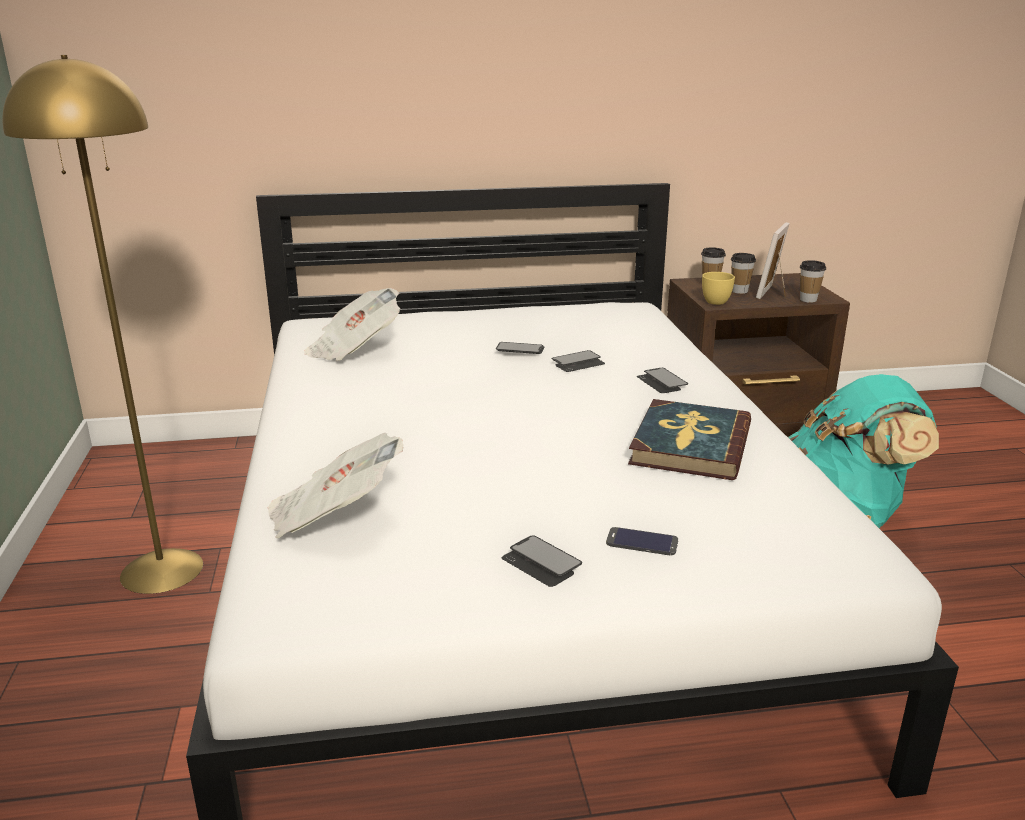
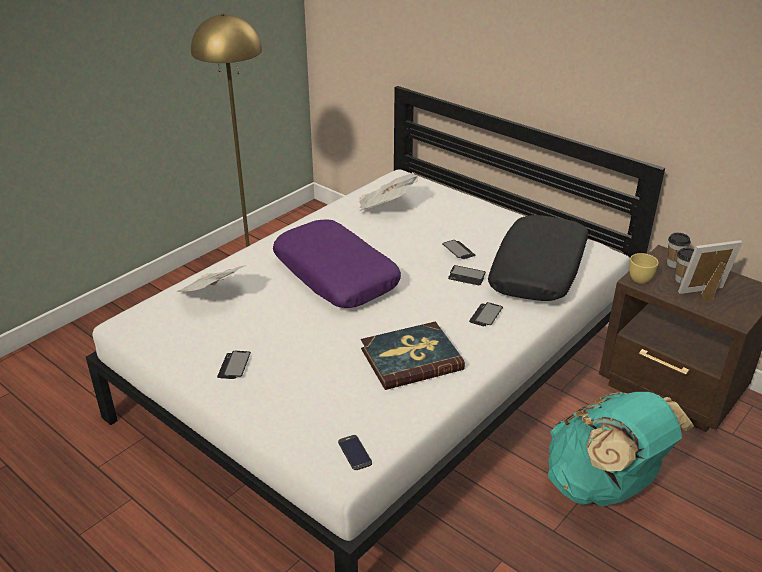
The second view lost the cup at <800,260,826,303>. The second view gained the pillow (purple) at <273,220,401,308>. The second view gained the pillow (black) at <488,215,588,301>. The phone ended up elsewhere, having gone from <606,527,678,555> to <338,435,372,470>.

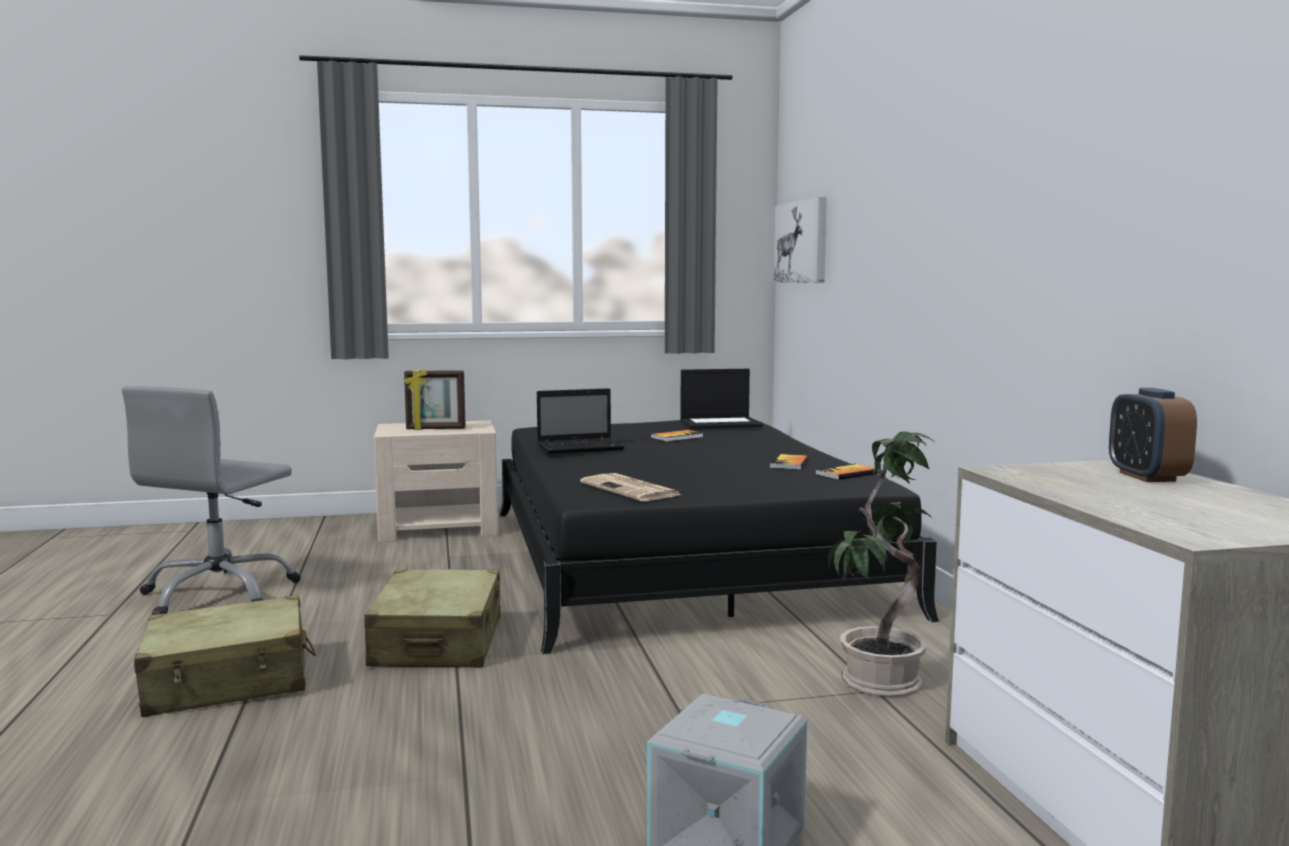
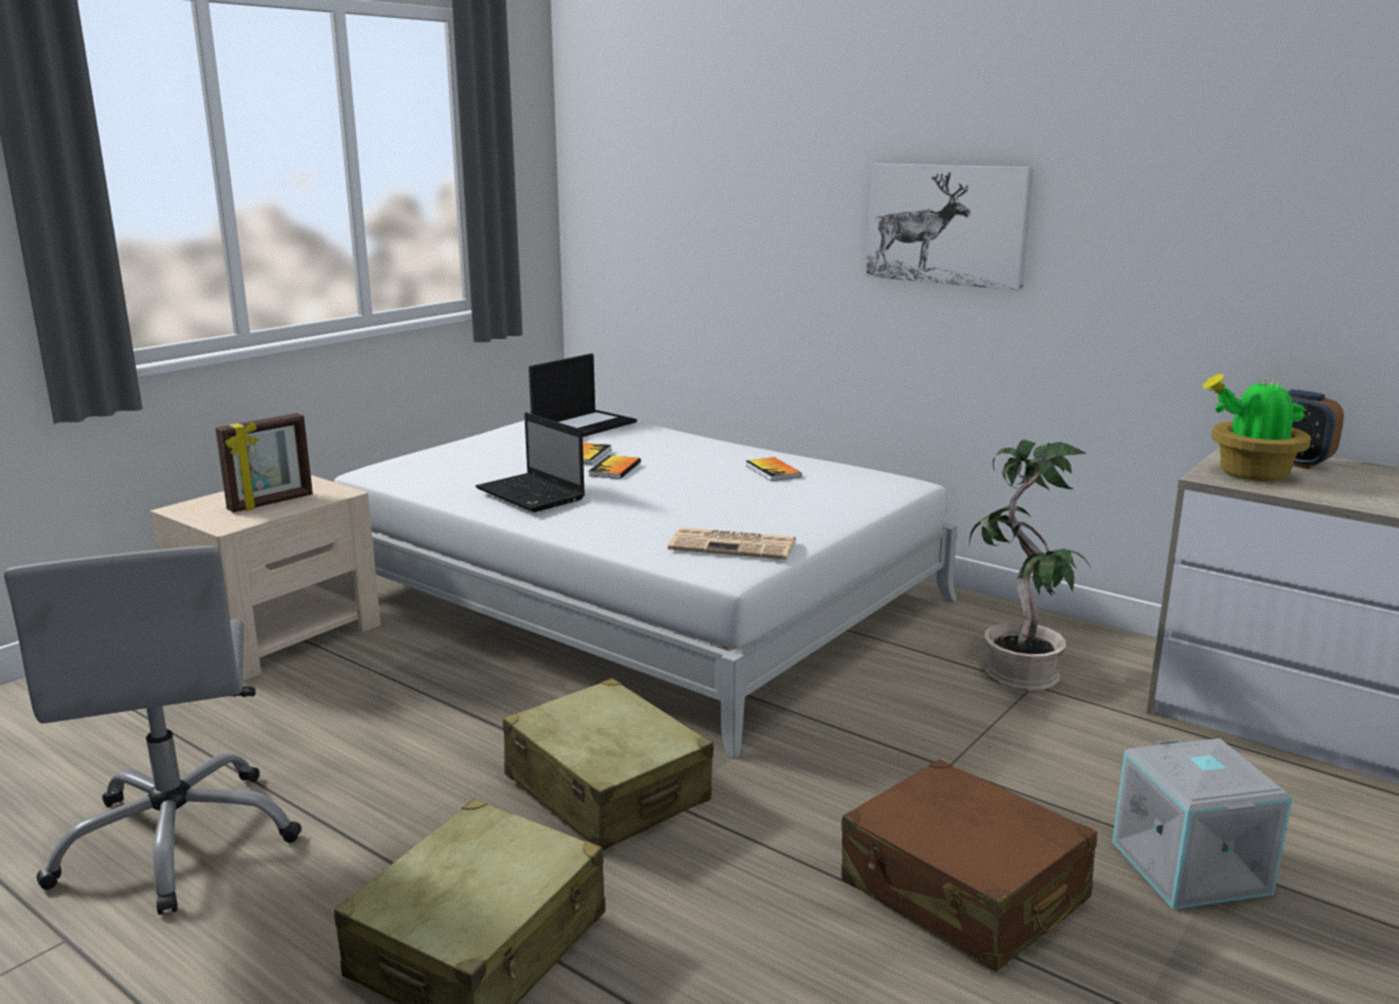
The second view gained the suitcase (brown) at <841,759,1097,972>. The second view gained the potted plant at <1203,374,1311,481>. The picture ended up elsewhere, having gone from <774,197,827,283> to <866,163,1034,290>. The book ended up elsewhere, having gone from <815,464,878,480> to <589,455,641,479>. What was the bed (black) at <500,420,939,654> turned into the bed (white) at <334,420,957,759>. The laptop at <537,388,624,454> ended up facing another way, 105 degrees clockwise from before.

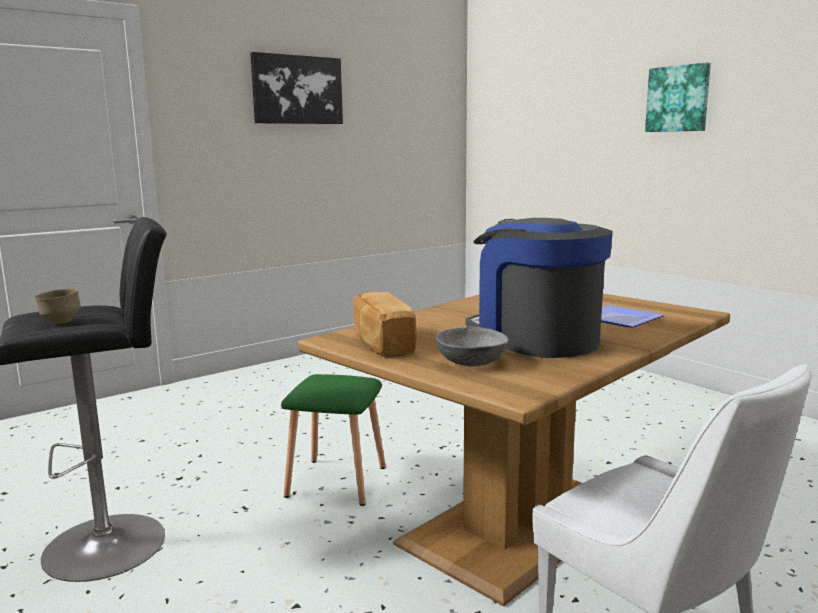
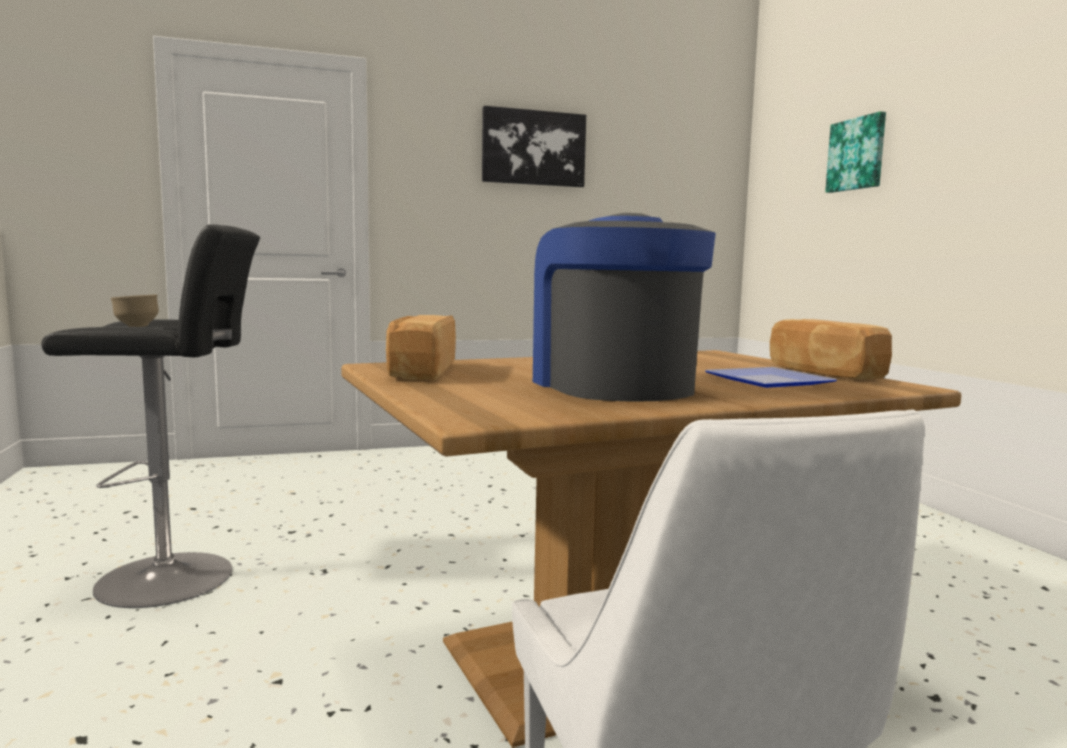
The second view lost the stool (green) at <281,374,386,506>. The second view lost the bowl (grey) at <436,327,509,366>. The second view gained the bread at <770,319,892,380>. The picture ended up elsewhere, having gone from <645,63,711,132> to <825,111,886,193>.

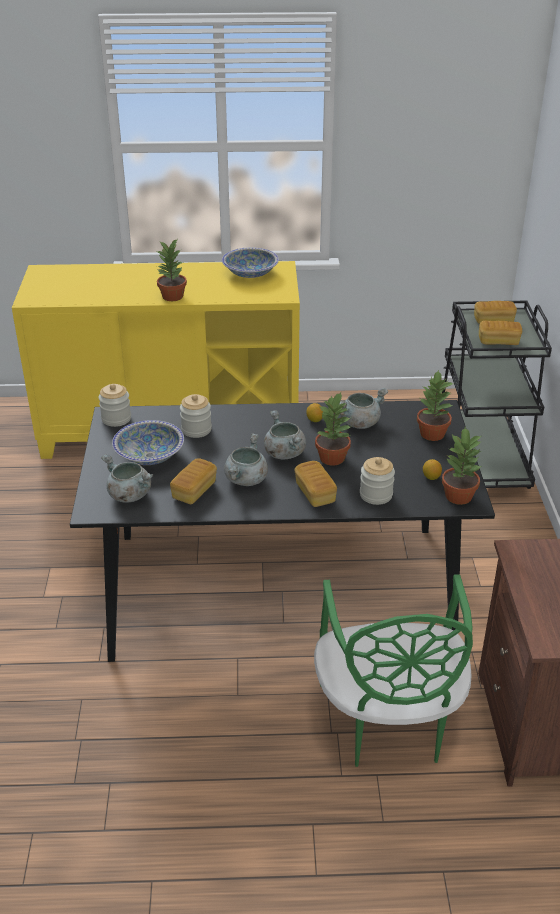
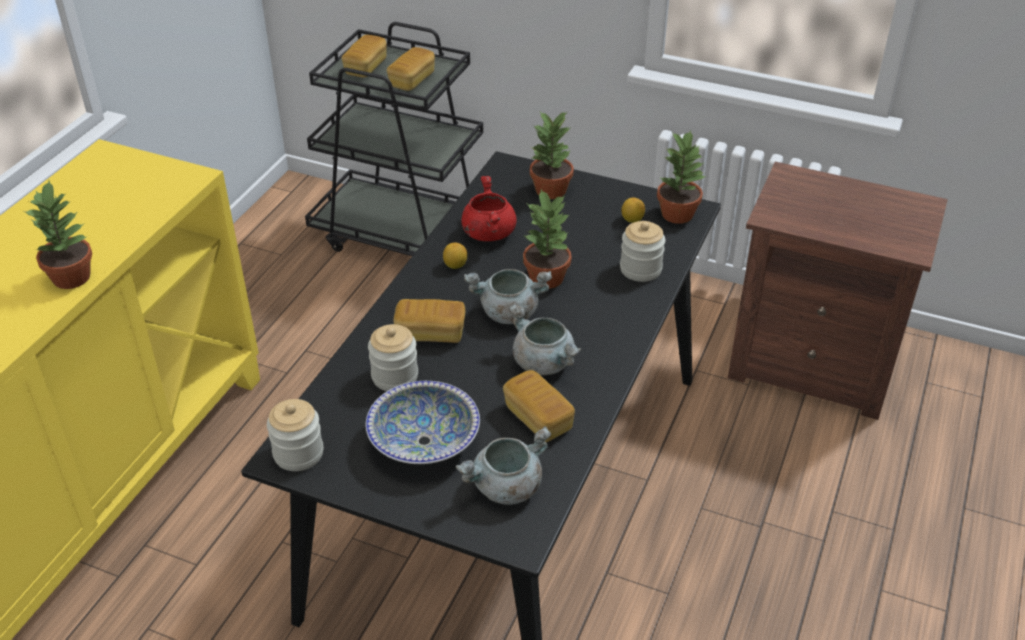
The second view lost the bowl at <222,247,279,278>. The second view lost the chair (green) at <314,574,473,767>. The bread ended up elsewhere, having gone from <295,461,337,507> to <394,299,465,343>. What was the cooking pot (grey) at <339,388,388,429> turned into the cooking pot (red) at <461,176,517,241>.

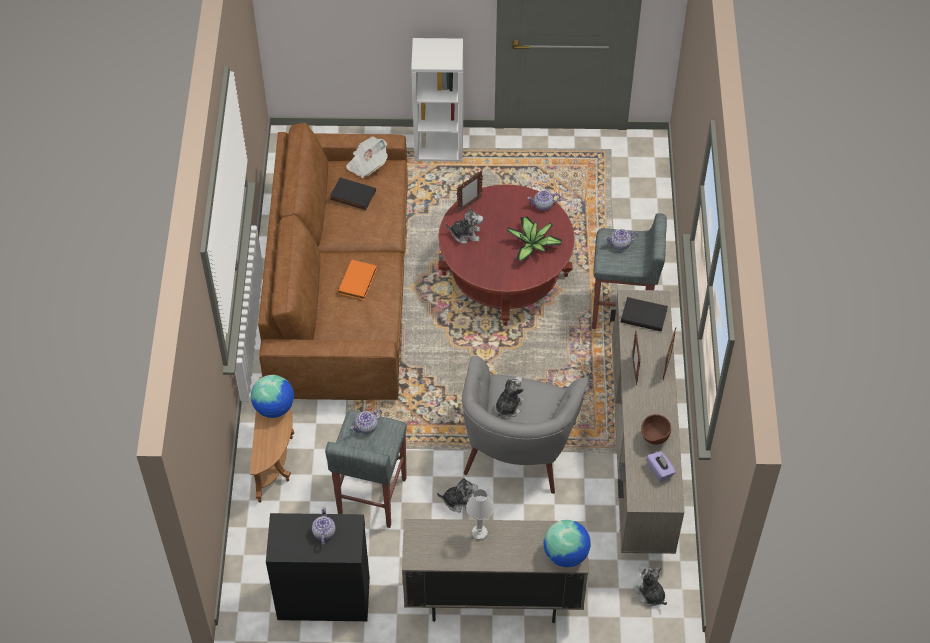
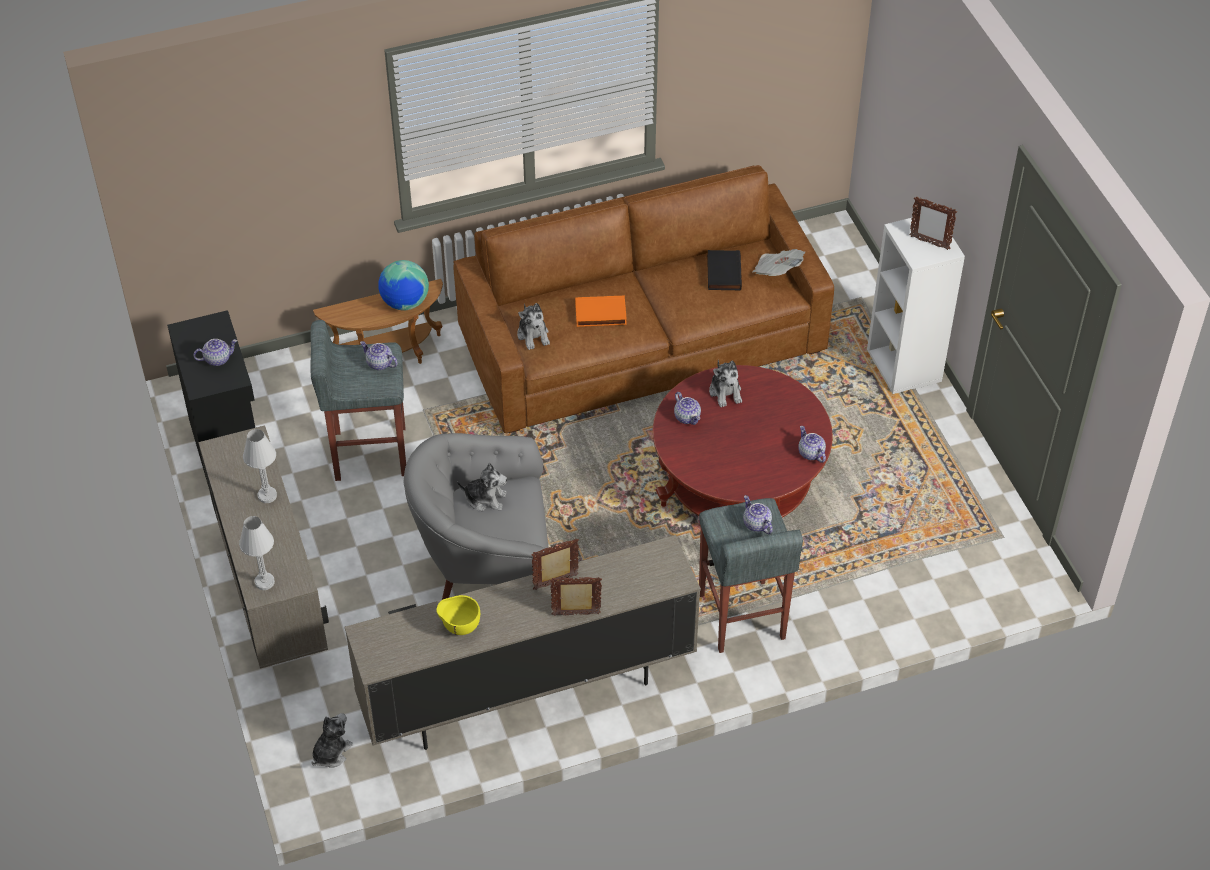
The second view lost the potted plant at <507,216,562,261>. The second view lost the book (black) at <621,297,668,332>. The second view lost the tissue box (purple) at <647,451,676,482>. The second view gained the teapot at <674,392,701,425>. The plush toy ended up elsewhere, having gone from <437,477,478,512> to <517,303,550,350>. The picture frame ended up elsewhere, having gone from <457,170,483,213> to <909,197,957,250>. Where the globe stood at <543,520,591,567>, the table lamp (white) came to stand at <239,516,275,590>. What was the bowl (brown) at <641,414,671,445> turned into the bowl (yellow) at <436,595,480,635>.

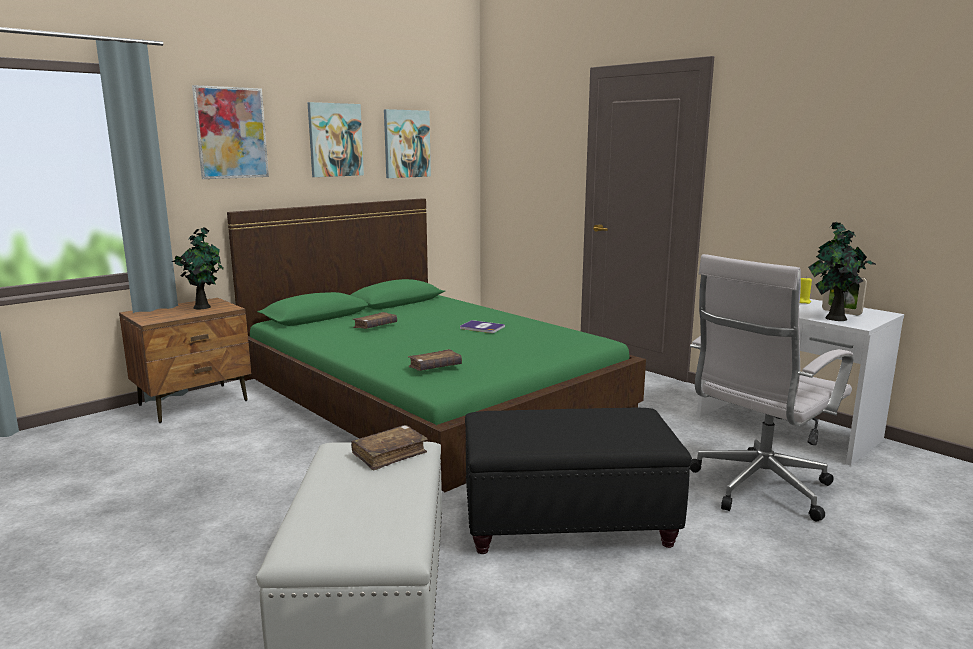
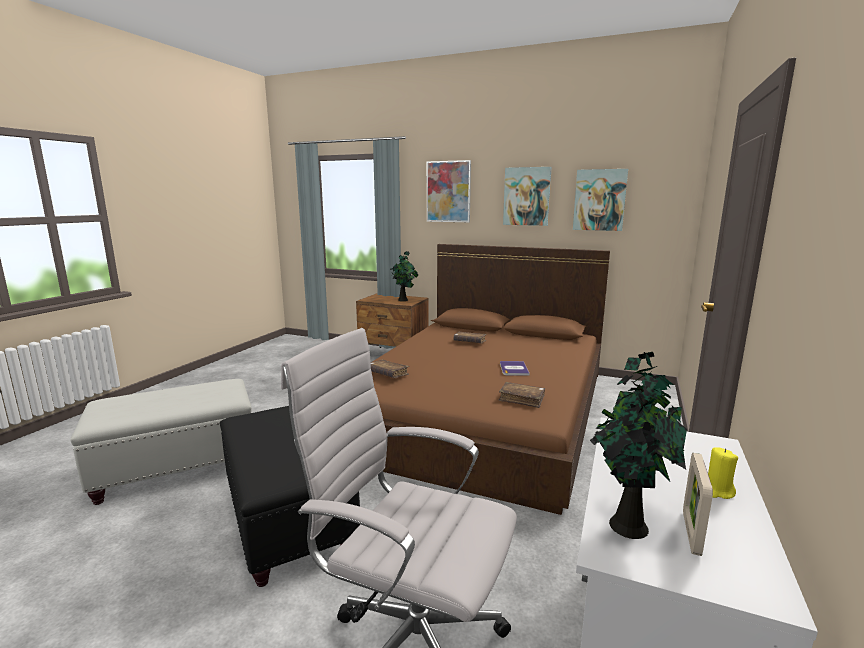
The book (brown) ended up elsewhere, having gone from <351,425,428,471> to <499,382,545,408>. What was the bed (green) at <227,198,646,492> turned into the bed (brown) at <372,244,610,515>.

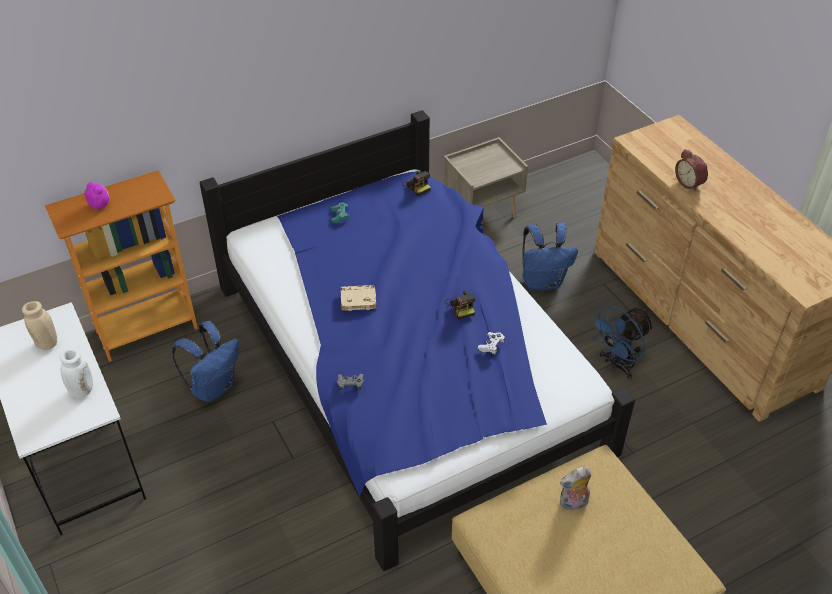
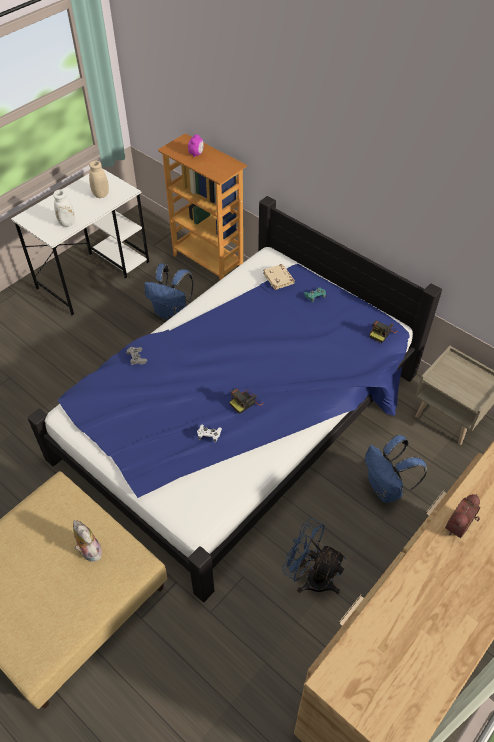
The book (beige) ended up elsewhere, having gone from <341,285,377,311> to <263,264,295,290>.

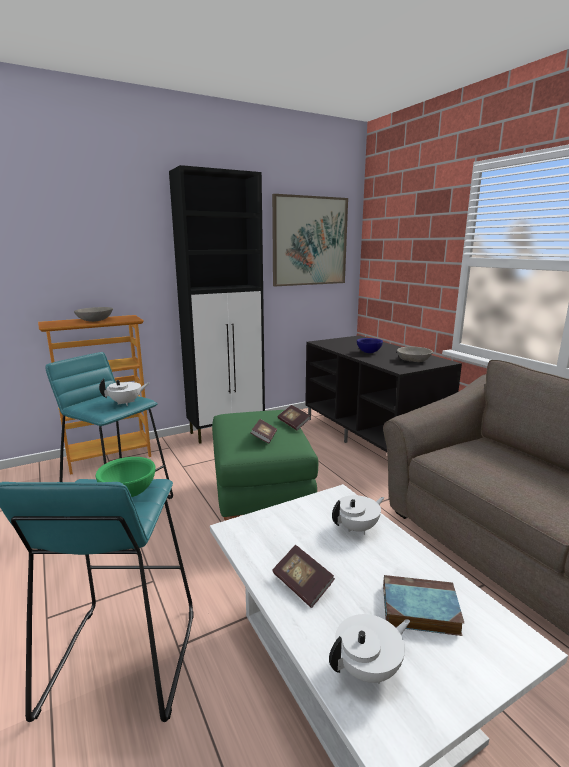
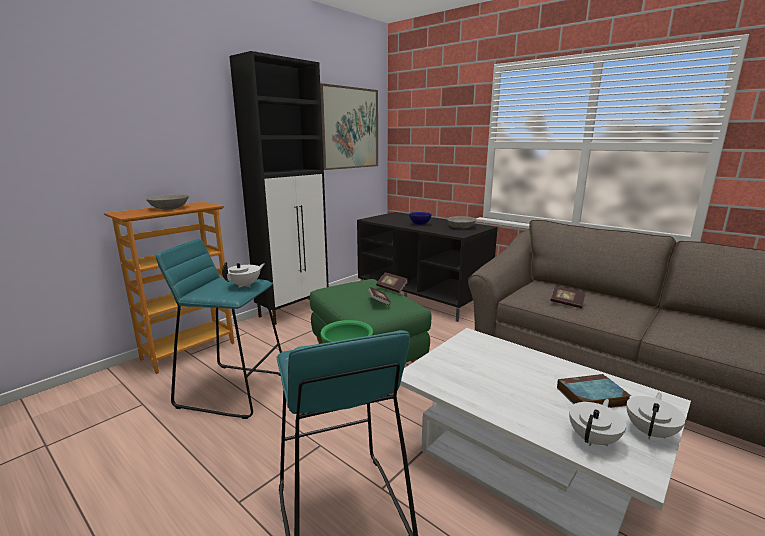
The book ended up elsewhere, having gone from <272,545,335,608> to <551,286,586,308>. The teapot (white) ended up elsewhere, having gone from <332,495,384,535> to <627,393,686,439>.

